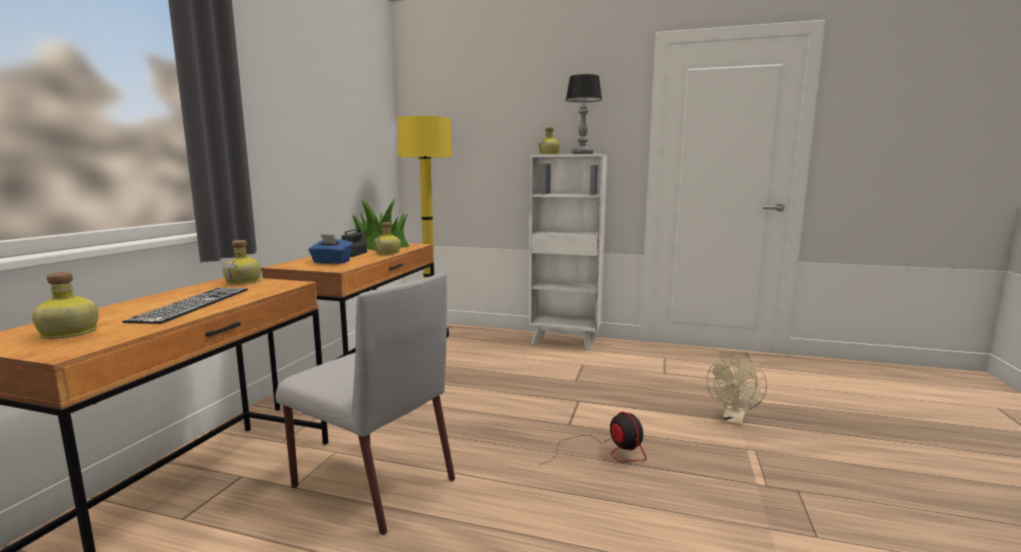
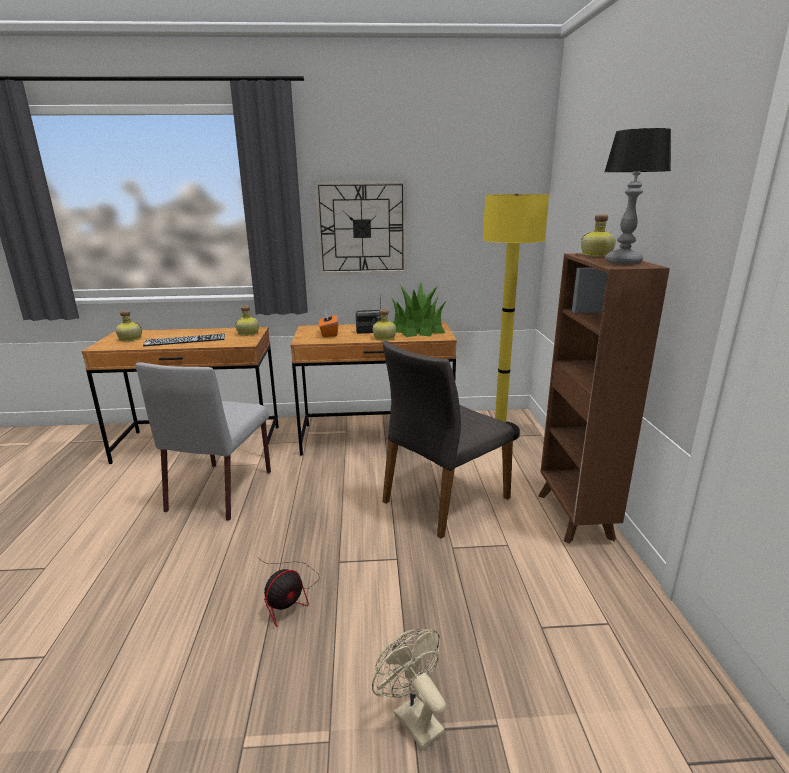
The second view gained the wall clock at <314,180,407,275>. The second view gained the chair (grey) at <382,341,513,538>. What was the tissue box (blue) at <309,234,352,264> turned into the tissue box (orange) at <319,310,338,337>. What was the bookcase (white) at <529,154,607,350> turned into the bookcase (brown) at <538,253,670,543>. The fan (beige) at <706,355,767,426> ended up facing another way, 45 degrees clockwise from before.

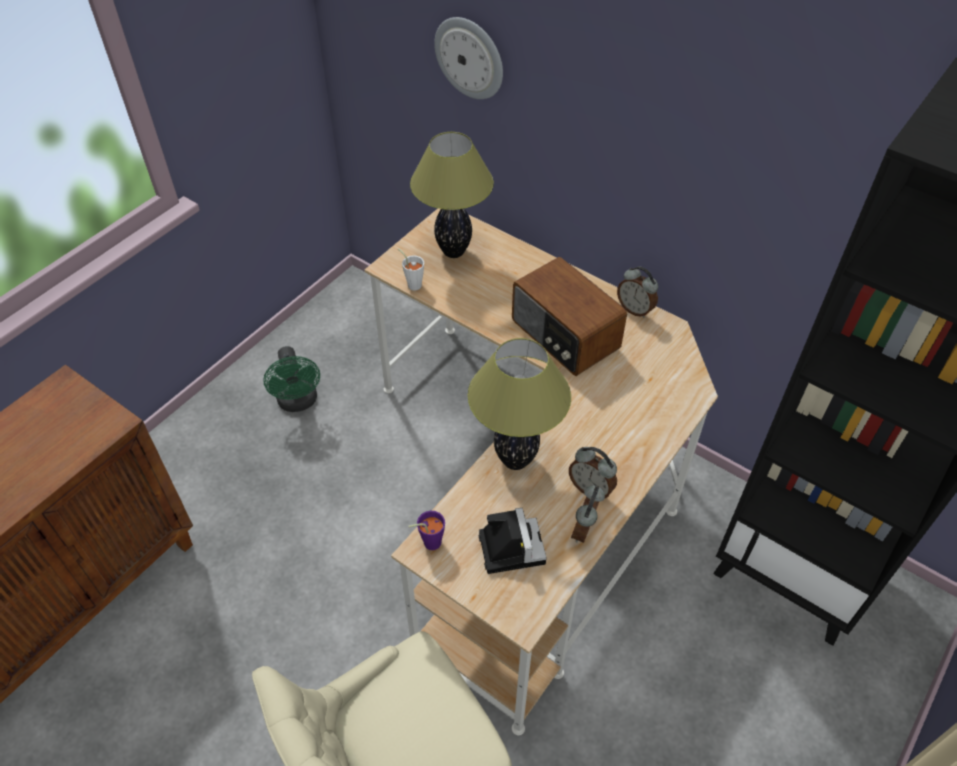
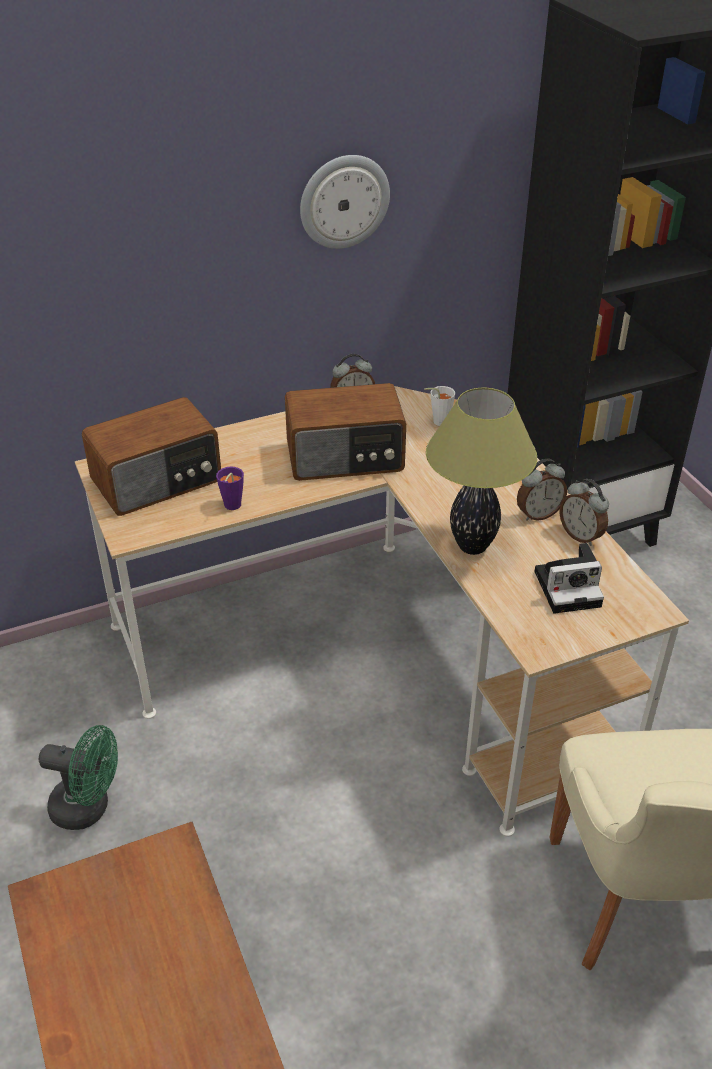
The cup (white) ended up elsewhere, having gone from <398,248,424,291> to <424,386,455,426>. The cup (purple) ended up elsewhere, having gone from <409,511,445,550> to <216,467,244,510>. The wall clock ended up elsewhere, having gone from <434,17,503,99> to <300,155,390,249>. Where the table lamp stood at <410,132,494,258>, the radio came to stand at <82,397,221,516>. The photo camera at <479,508,547,574> ended up facing another way, 150 degrees clockwise from before.

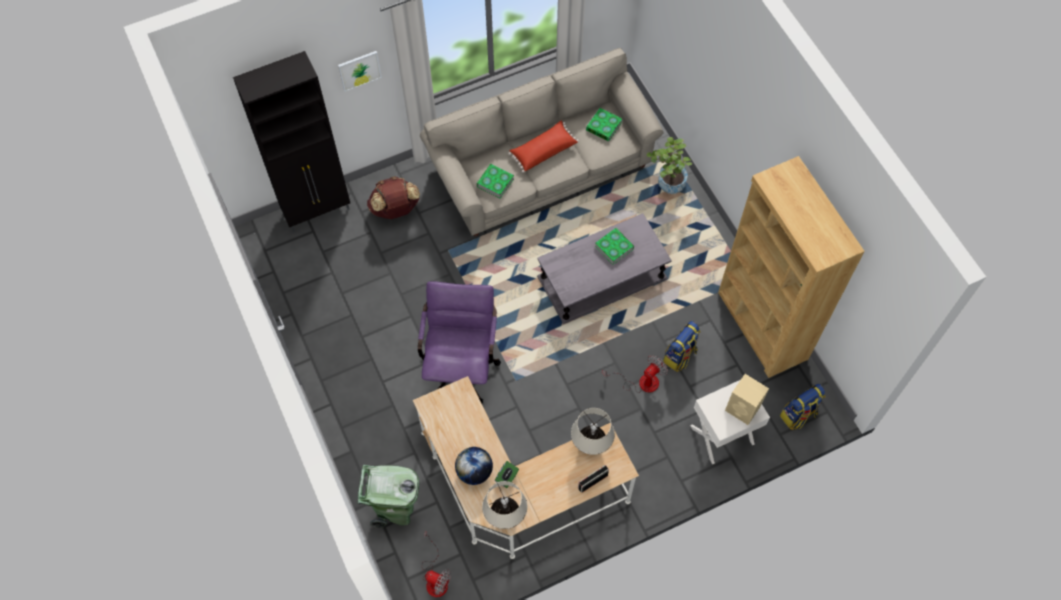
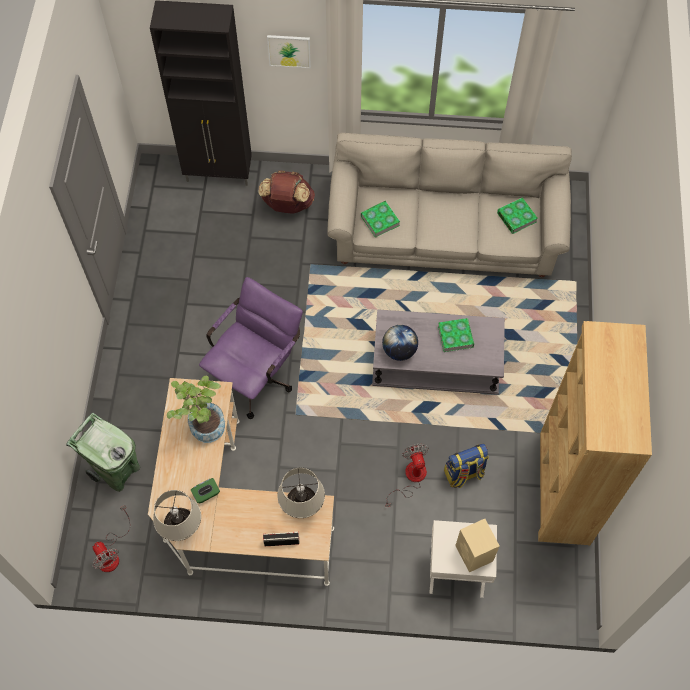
The second view lost the pillow (red) at <509,121,579,173>. The second view lost the backpack at <780,384,825,430>. The globe ended up elsewhere, having gone from <455,447,493,485> to <382,325,418,361>. The potted plant ended up elsewhere, having gone from <647,137,692,194> to <167,376,225,443>. The fan at <602,355,668,393> ended up facing another way, 90 degrees counterclockwise from before.

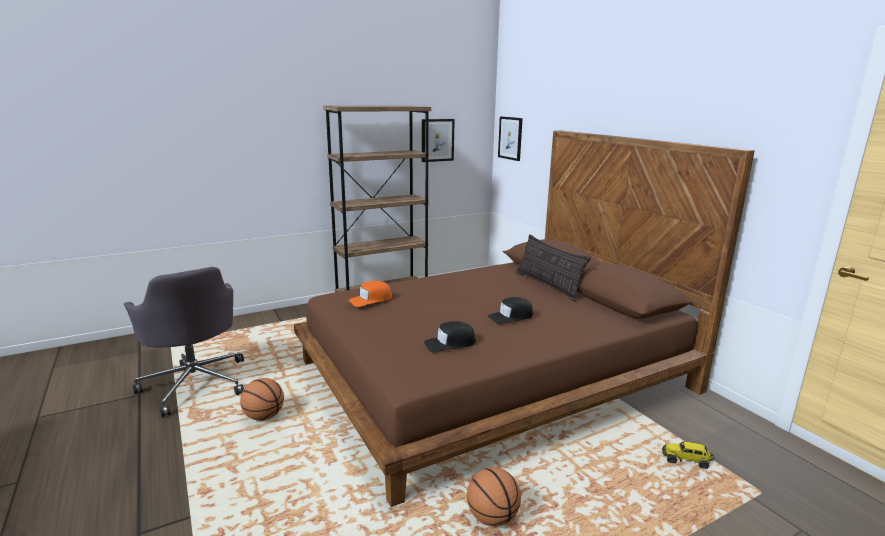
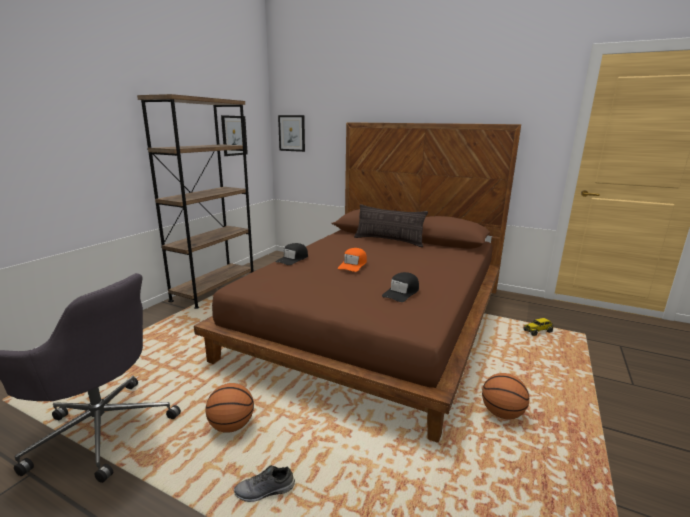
The second view gained the shoe (grey) at <234,465,295,502>. The cap (orange) ended up elsewhere, having gone from <348,281,392,307> to <338,248,367,272>. The cap (black) ended up elsewhere, having gone from <488,297,533,325> to <276,243,308,265>.

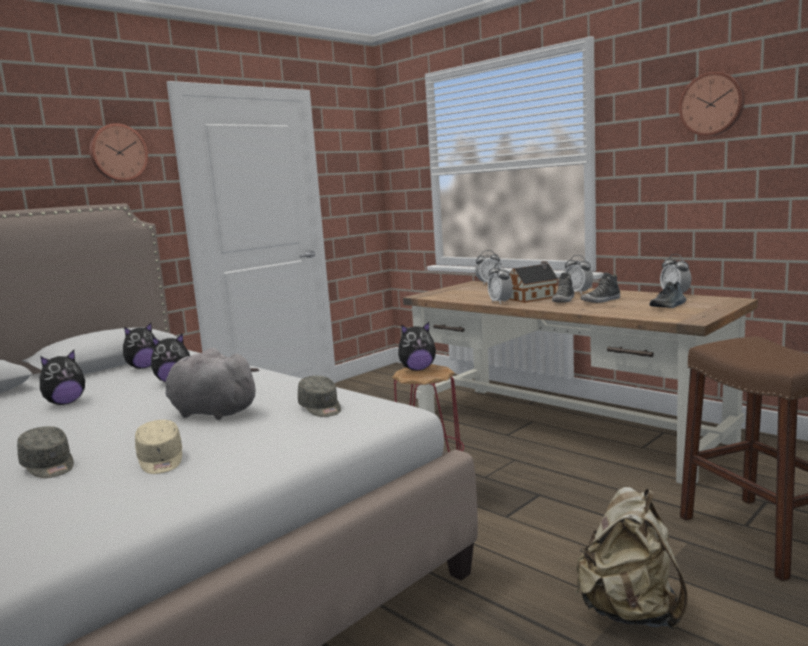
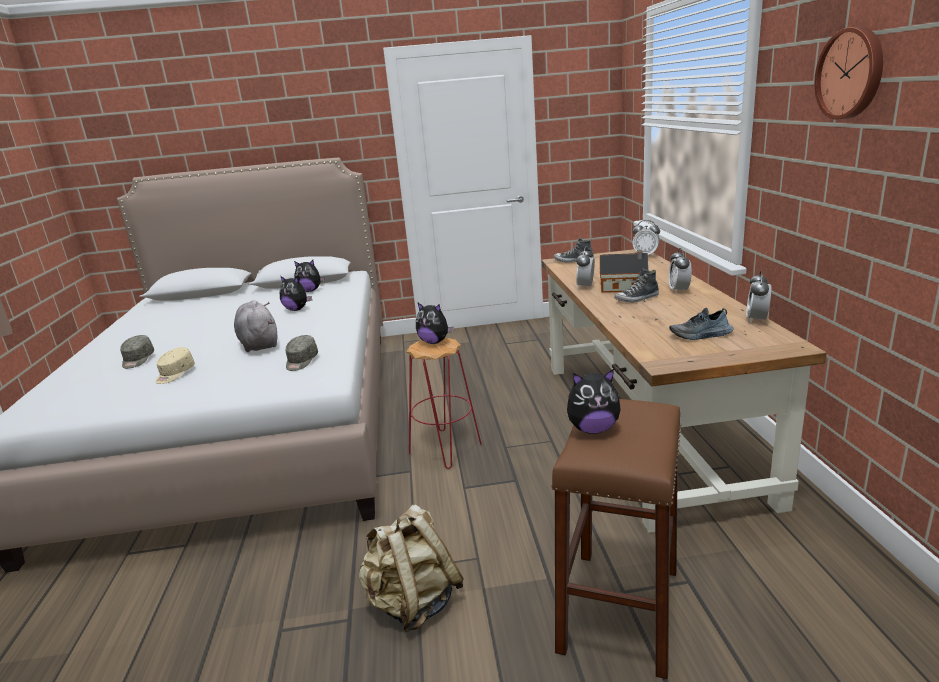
The second view lost the wall clock at <89,123,148,181>. The plush toy ended up elsewhere, having gone from <40,350,85,405> to <567,369,621,434>. The shoe ended up elsewhere, having gone from <580,272,620,303> to <553,237,594,263>.

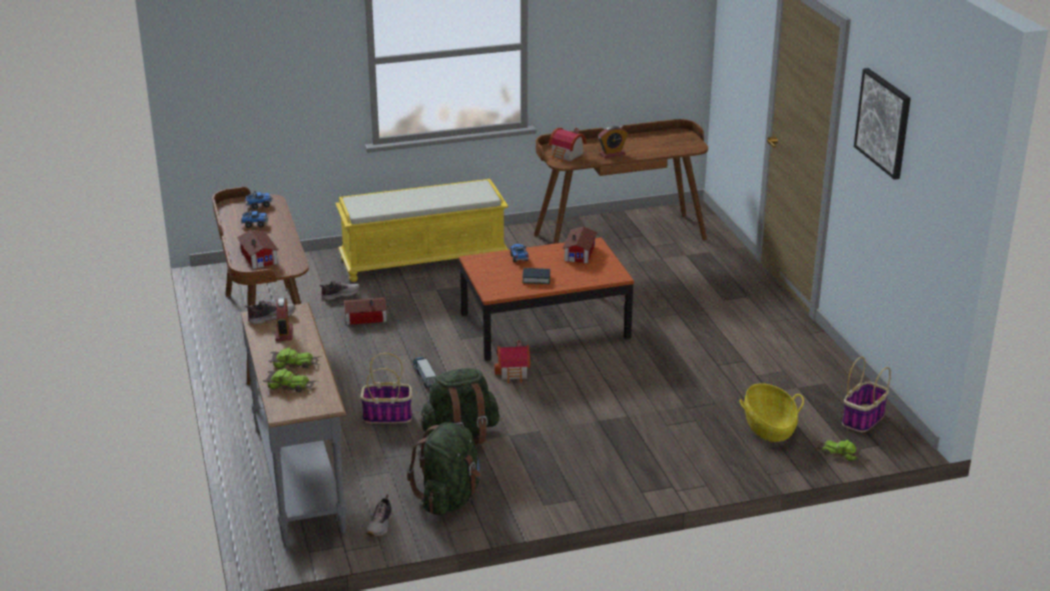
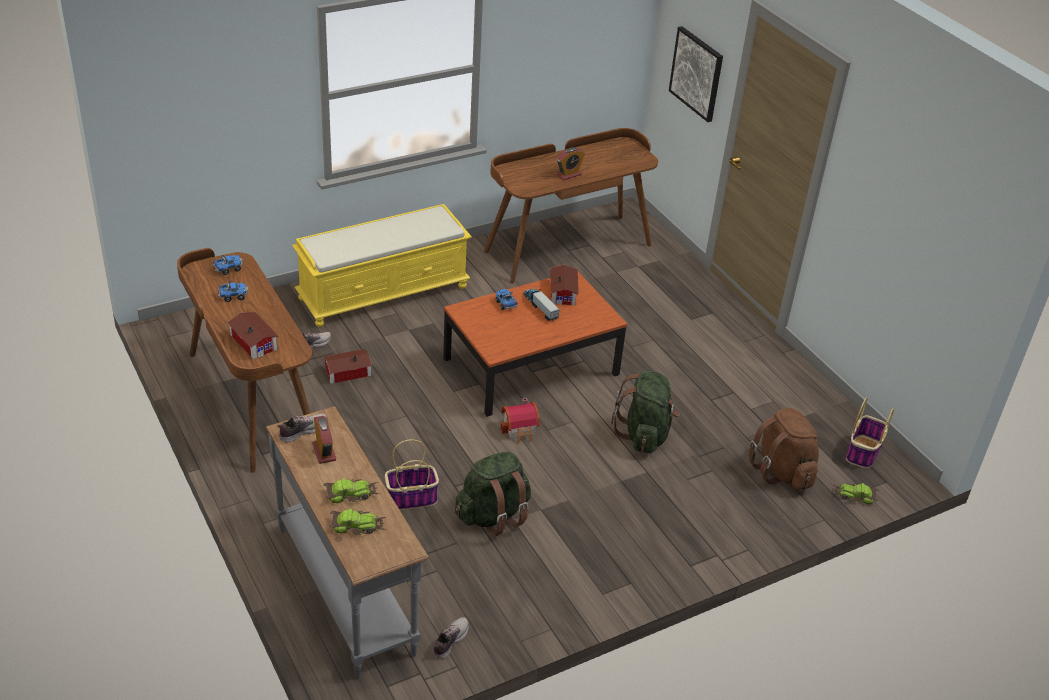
The second view lost the book at <522,268,550,284>. The second view lost the toy house at <549,128,587,162>. The backpack (green) ended up elsewhere, having gone from <407,422,481,515> to <611,371,680,453>. The toy truck ended up elsewhere, having gone from <413,357,436,388> to <523,289,560,321>. The picture ended up elsewhere, having gone from <854,68,911,180> to <669,26,723,122>. Where the basket stood at <740,383,804,442>, the backpack (brown) came to stand at <749,408,819,490>. The shoe at <366,494,393,536> ended up facing another way, 150 degrees counterclockwise from before.

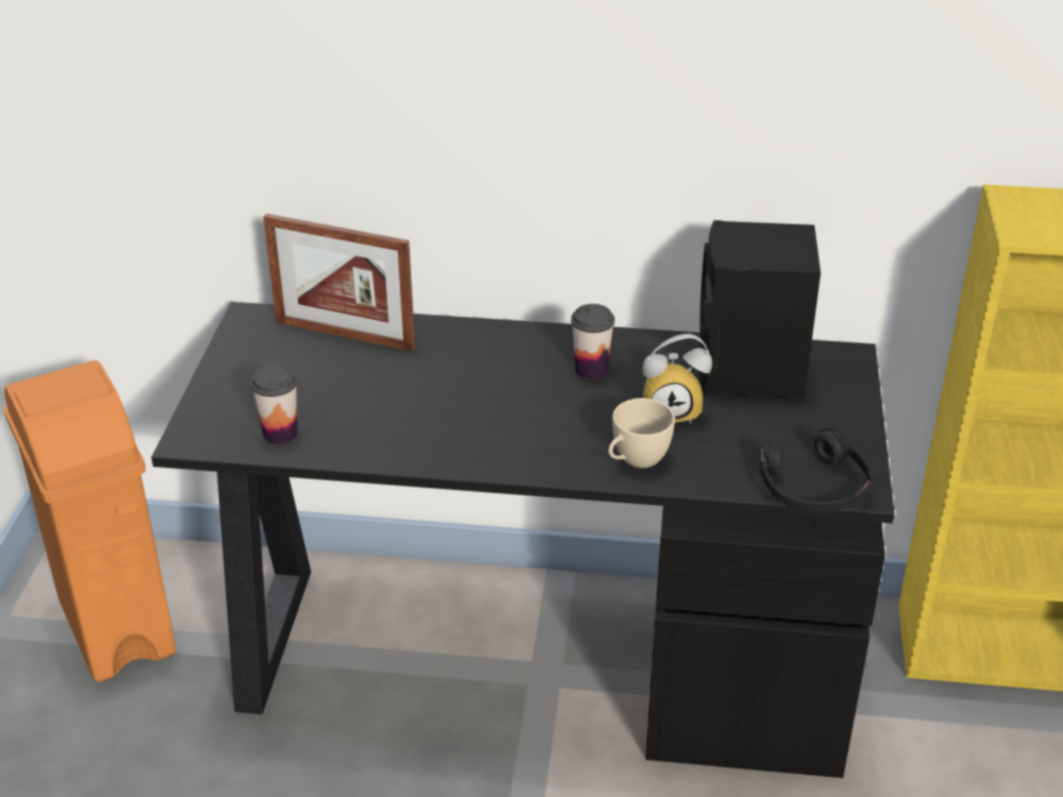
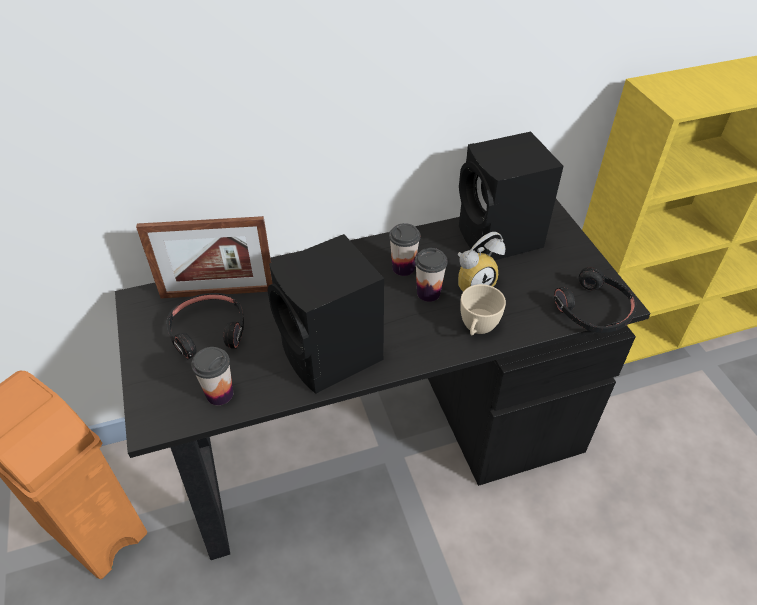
The second view gained the headphones (black) at <167,293,244,359>. The second view gained the speaker (black) at <268,234,384,394>. The second view gained the cup at <415,248,448,302>.

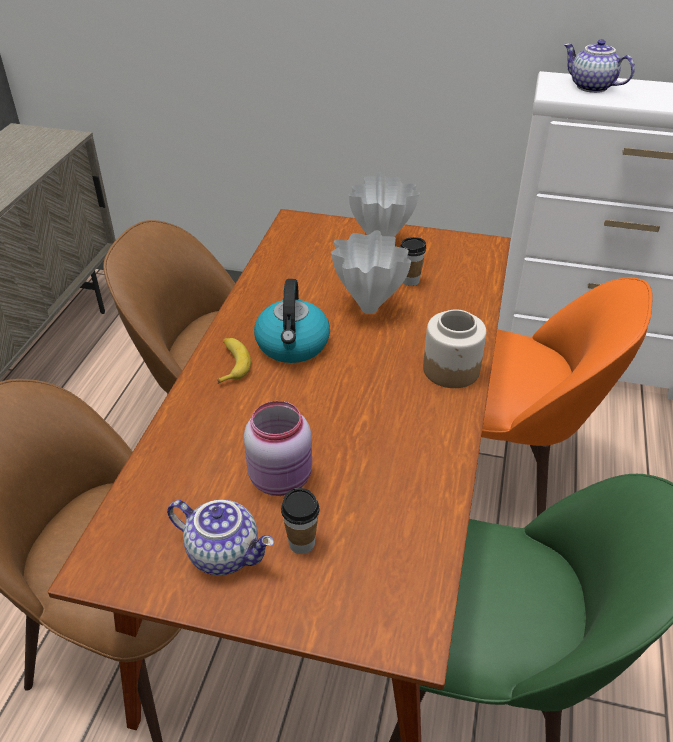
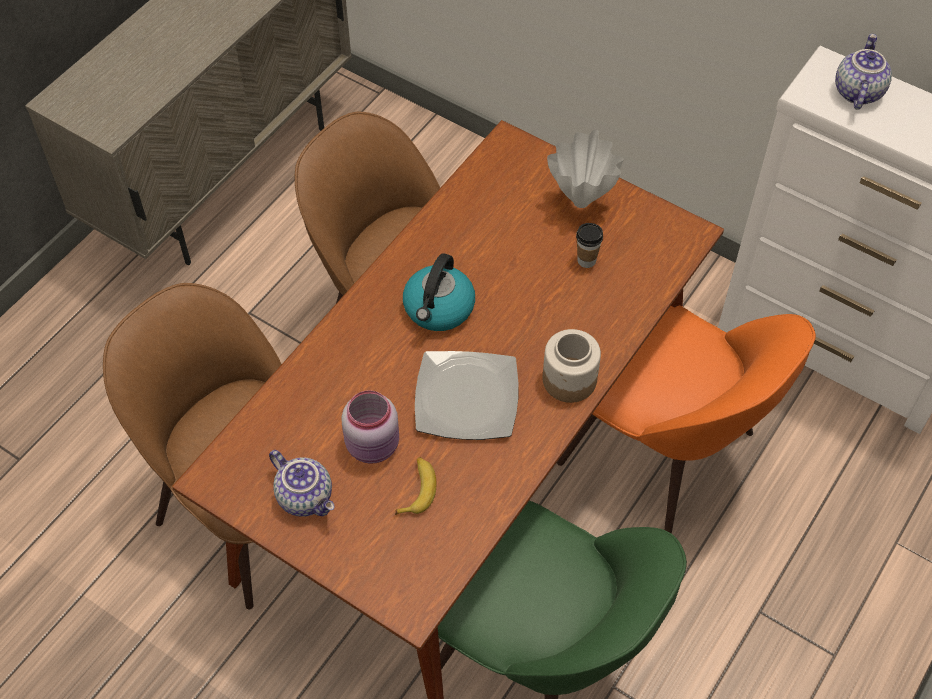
The second view lost the cup at <281,488,320,554>. The second view lost the vase (white) at <331,230,411,314>. The second view gained the plate at <415,351,518,440>. The banana ended up elsewhere, having gone from <217,338,251,384> to <395,457,436,515>. The teapot at <564,39,635,93> ended up facing another way, 45 degrees clockwise from before.

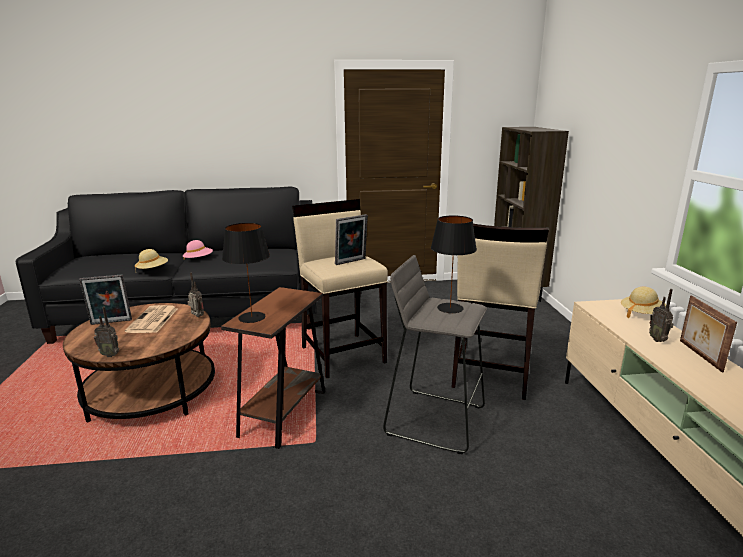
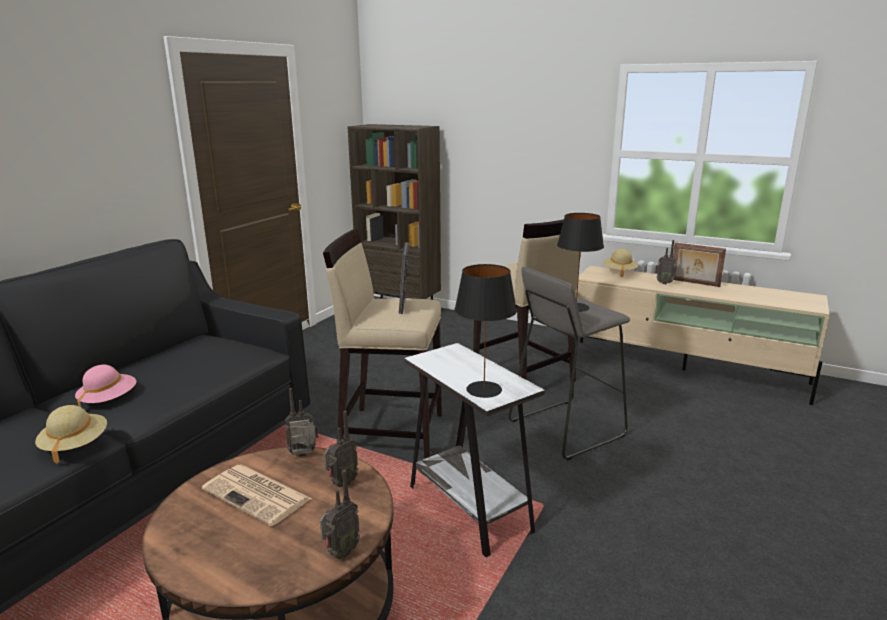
The second view lost the picture frame at <79,274,132,325>. The second view gained the radio at <324,411,358,487>. What was the side table (brown) at <221,287,325,449> turned into the side table (white) at <404,343,545,557>.

